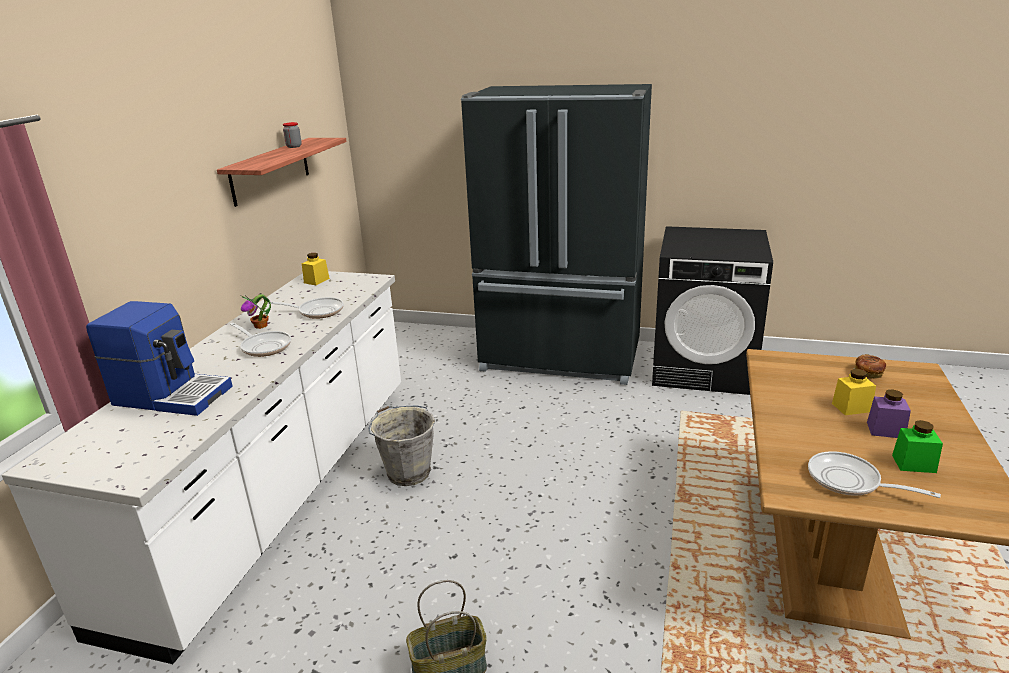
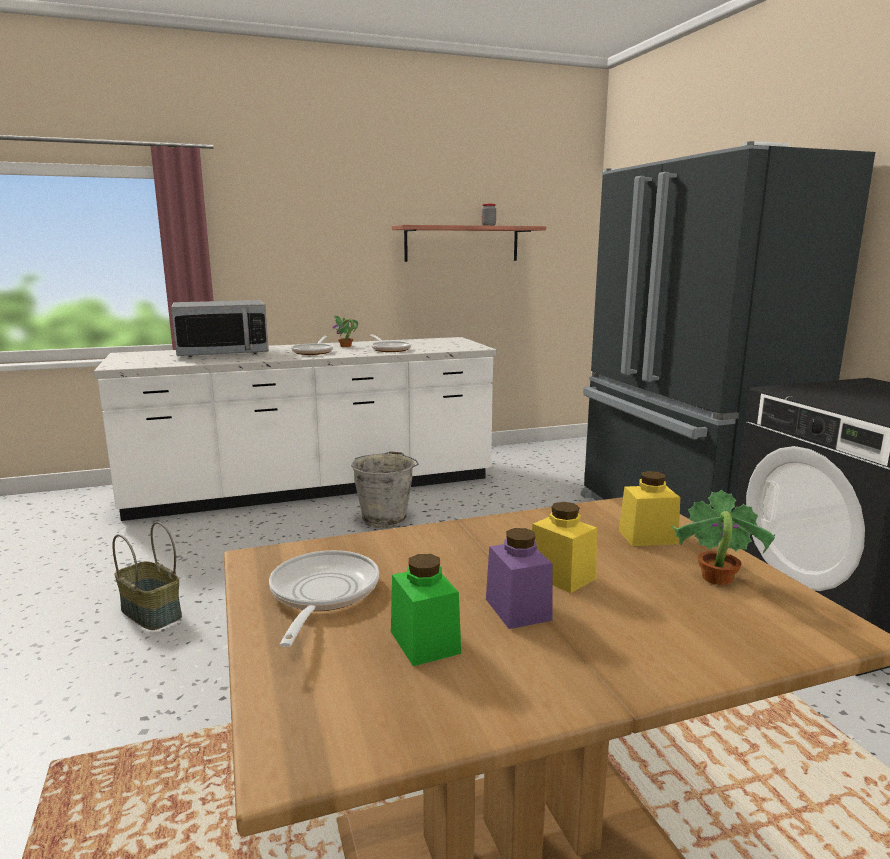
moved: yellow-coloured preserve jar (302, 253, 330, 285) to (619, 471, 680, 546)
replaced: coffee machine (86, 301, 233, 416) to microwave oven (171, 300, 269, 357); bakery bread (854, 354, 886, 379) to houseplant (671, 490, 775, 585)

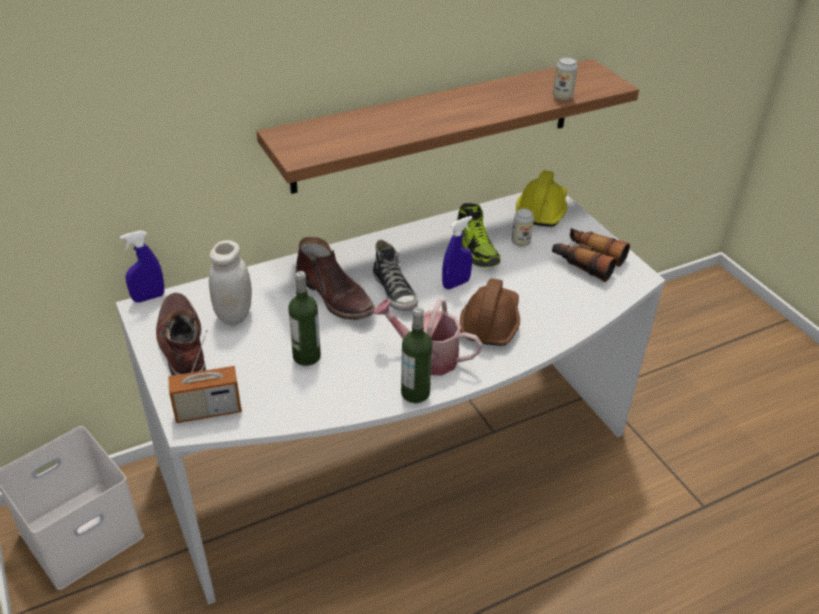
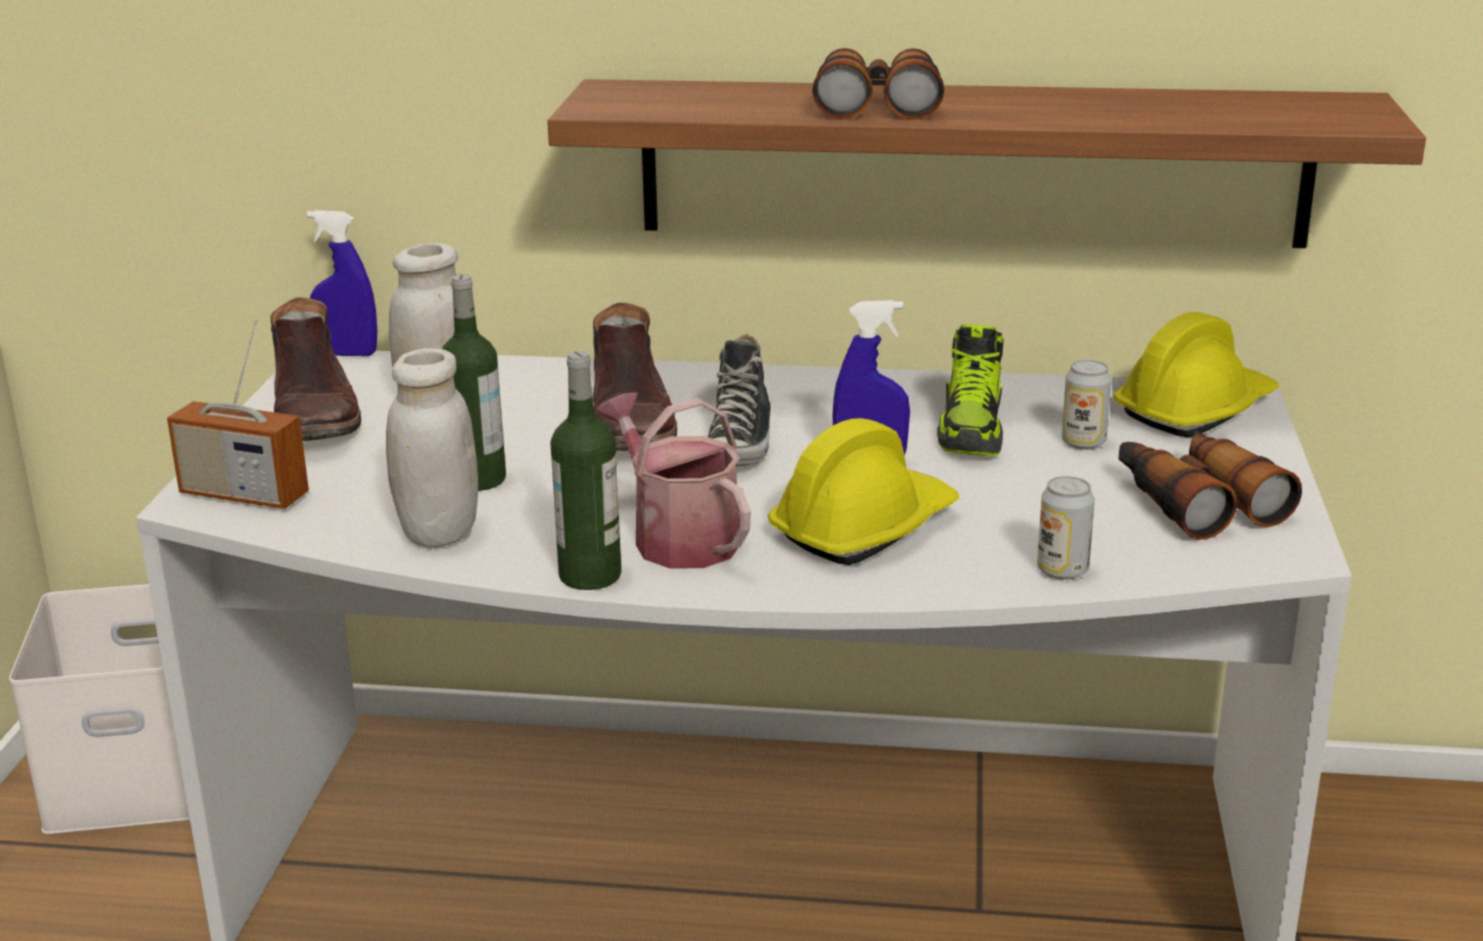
added: field glasses (813, 48, 944, 120); white preserve jar (386, 348, 478, 547)
moved: metal can (553, 57, 578, 100) to (1037, 476, 1095, 580)
recoloured: brown-coloured hard hat (460, 279, 520, 346) to yellow-coloured hard hat (768, 418, 959, 565)
turned: brown-coloured high-top boot (156, 293, 206, 376) = (270, 297, 361, 441) 150 degrees clockwise

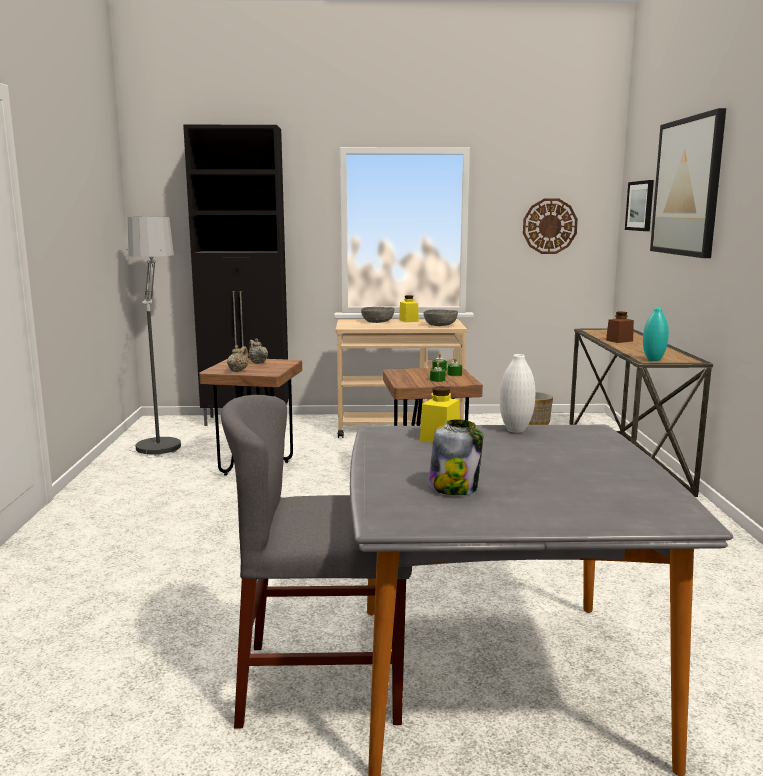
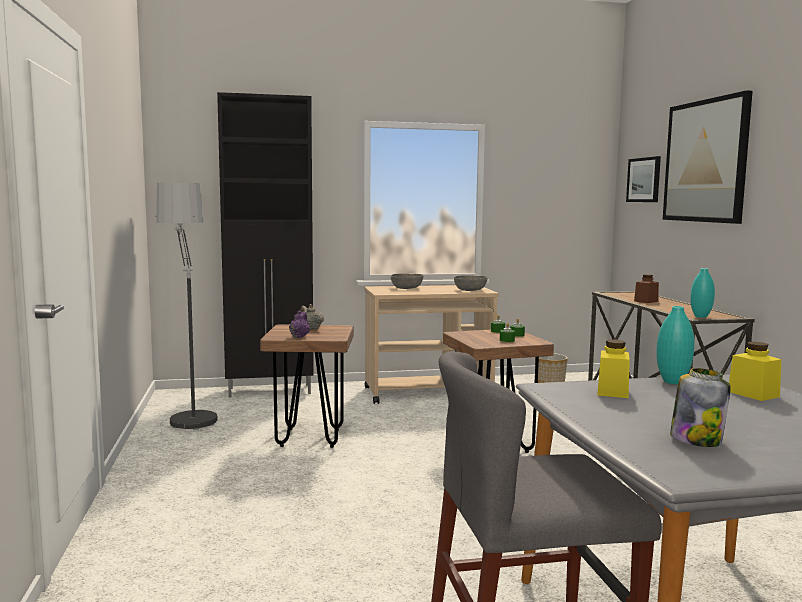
removed: clock on the wall (523, 198, 578, 254)
moved: yellow-coloured preserve jar (399, 295, 419, 322) to (729, 342, 781, 401)
recoloured: sand-coloured pot for tea (227, 345, 248, 372) to purple-coloured pot for tea (289, 310, 310, 338); white flower vase (500, 354, 535, 433) to turquoise-coloured flower vase (656, 306, 694, 384)

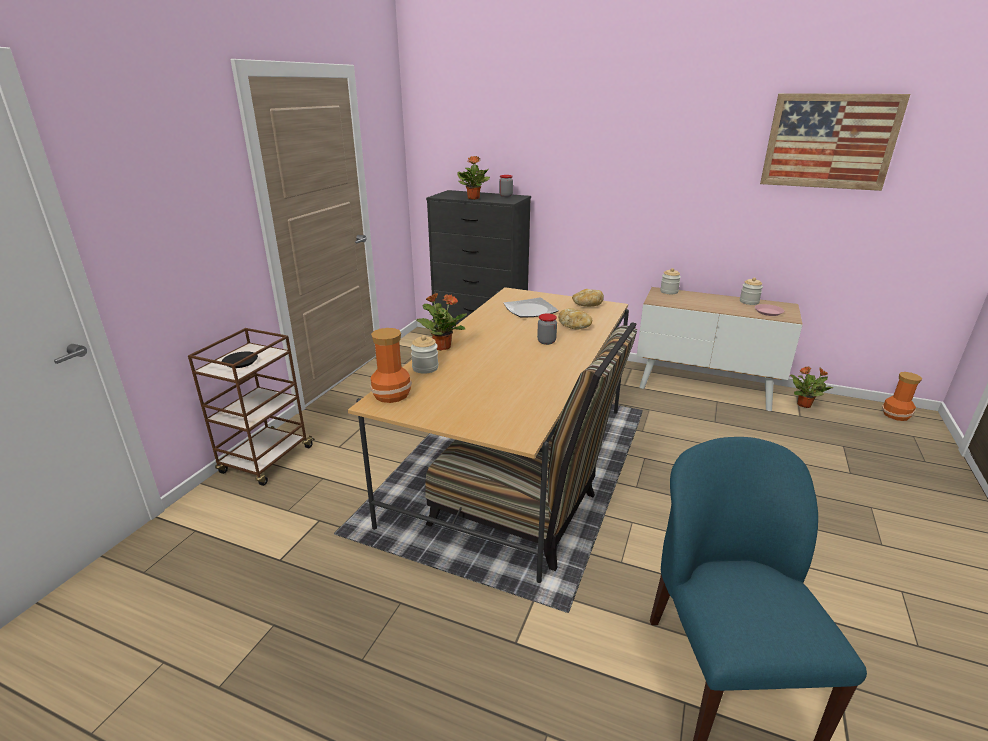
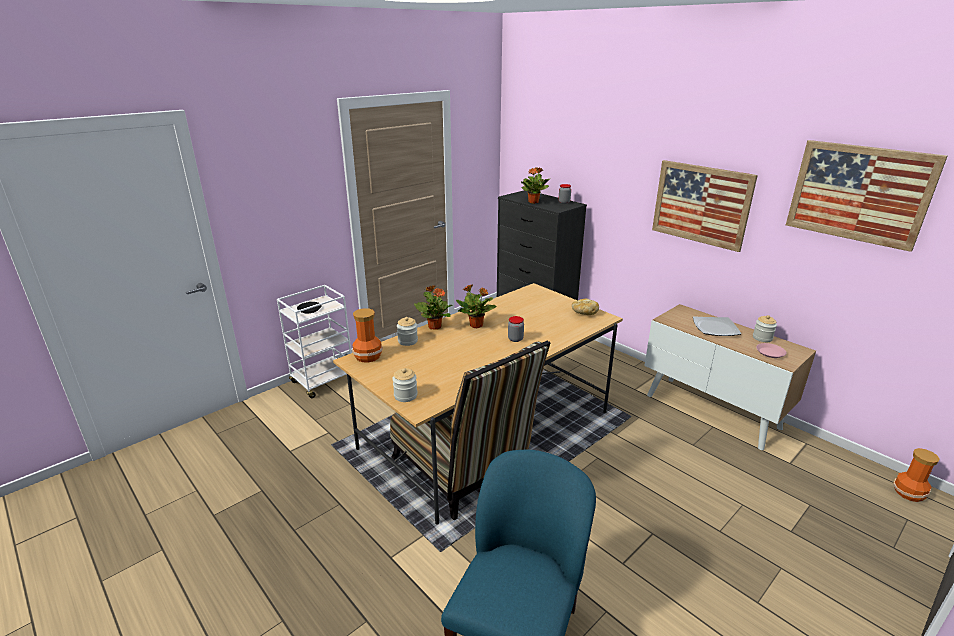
removed: bakery bread (558, 308, 592, 330)
added: wall picture (652, 160, 758, 252)
moved: preserve jar (660, 268, 681, 294) to (392, 368, 417, 402); flat dish (504, 297, 559, 318) to (693, 316, 741, 336); houseplant (790, 366, 833, 408) to (456, 284, 497, 328)
recoloured: brown-coloured trolley (188, 328, 315, 486) to white trolley (277, 285, 351, 398)

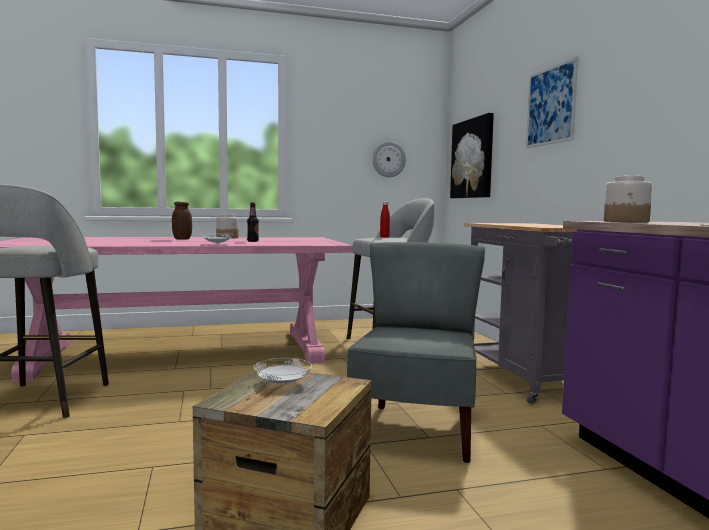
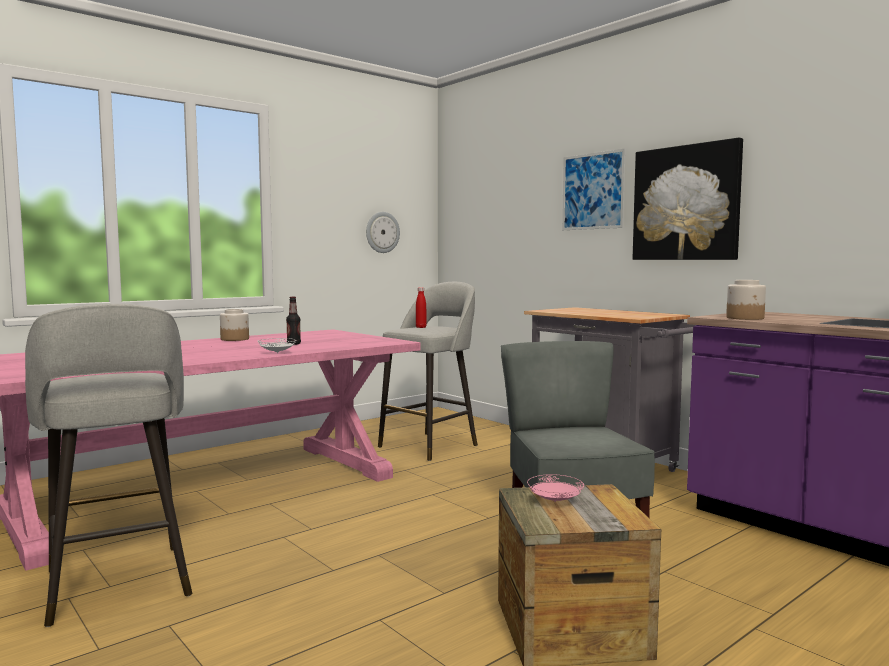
removed: brown-coloured preserve jar (172, 202, 192, 240)
moved: wall picture (450, 113, 494, 198) to (633, 138, 743, 260)
recoloured: white flat dish (254, 358, 312, 385) to pink flat dish (527, 474, 584, 502)

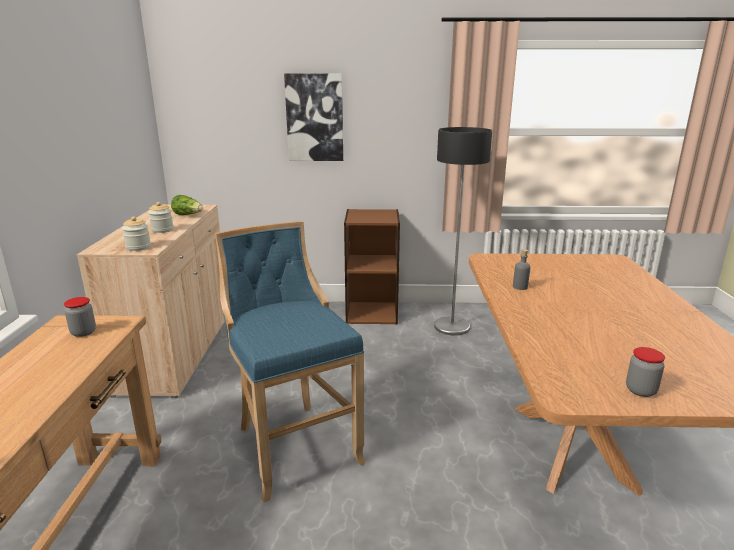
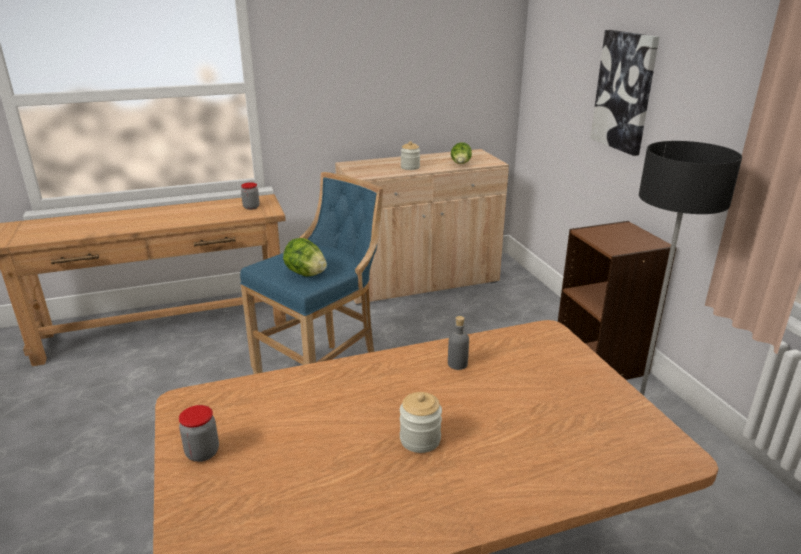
added: lettuce (283, 238, 327, 277)
moved: preserve jar (122, 216, 151, 251) to (400, 392, 442, 453)

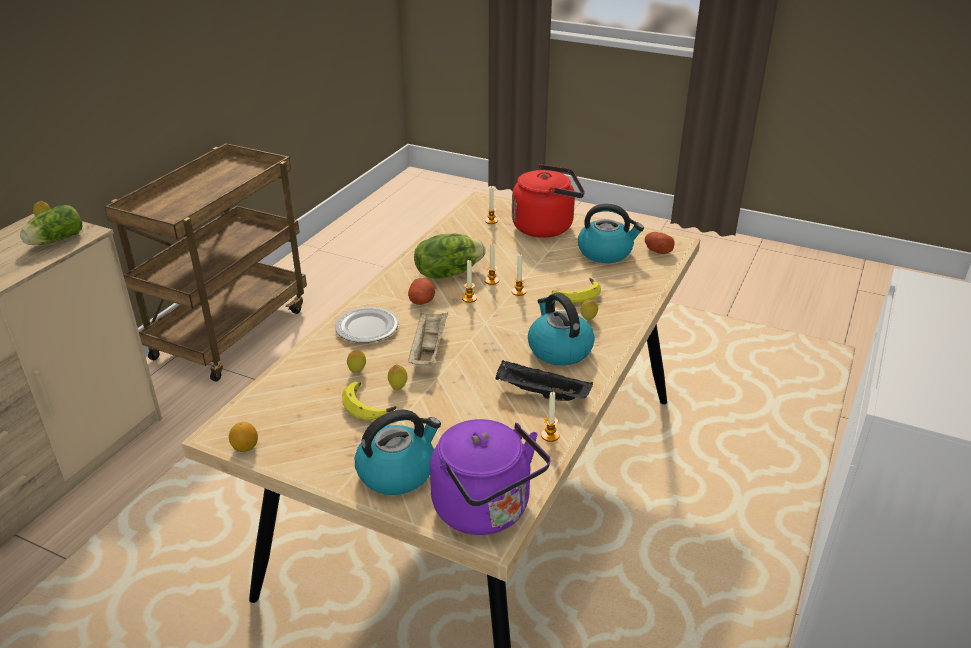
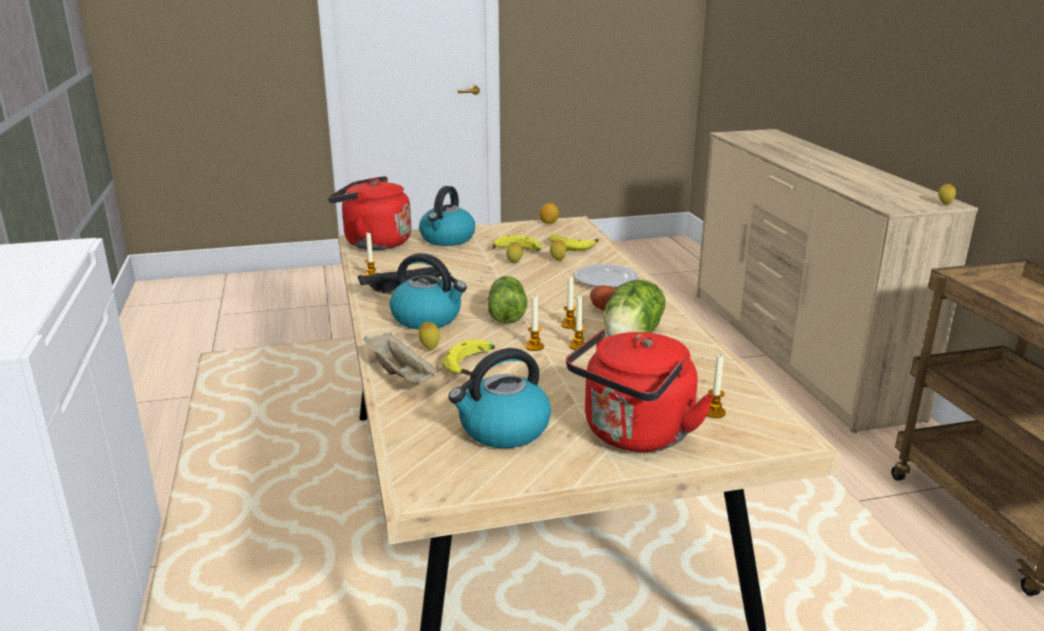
removed: whole potato (645, 232, 675, 254)
added: banana (549, 233, 599, 251)
moved: lettuce (20, 205, 82, 245) to (488, 276, 527, 324); sand-coloured serving tray (408, 312, 448, 365) to (363, 332, 439, 383)
recoloured: purple-coloured kettle (430, 419, 550, 535) to red-coloured kettle (328, 176, 411, 250)

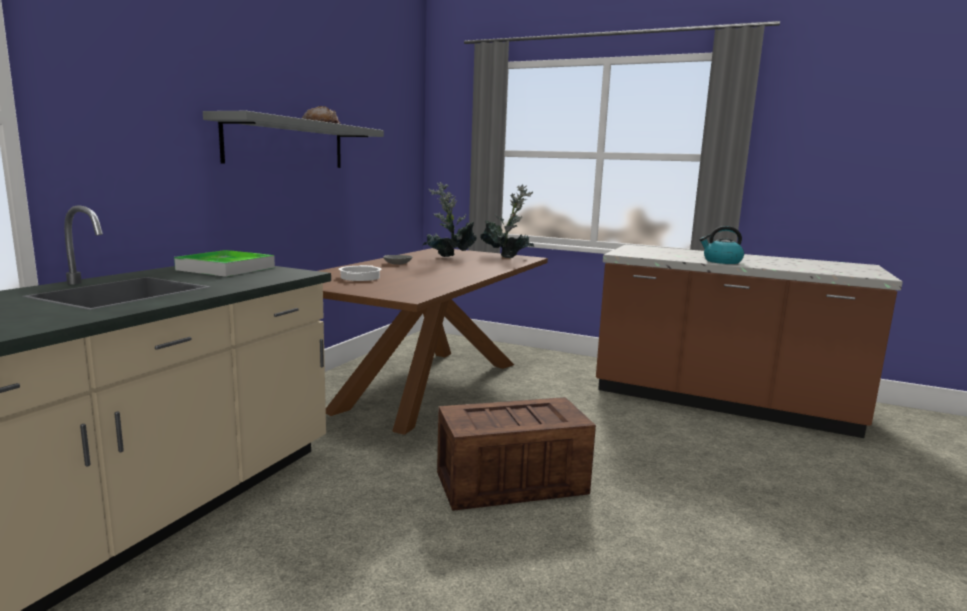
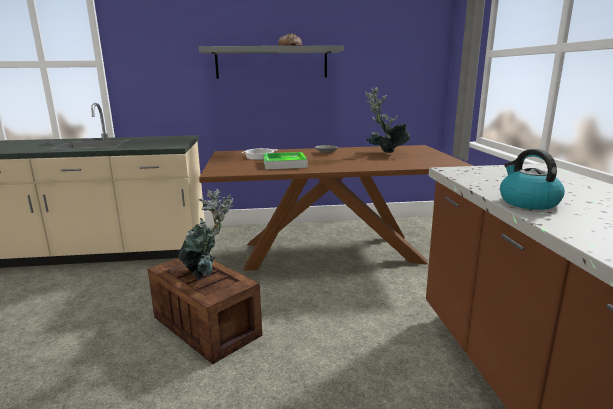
moved: houseplant (480, 185, 534, 258) to (178, 189, 233, 280); serving tray (174, 250, 275, 277) to (263, 152, 308, 170)

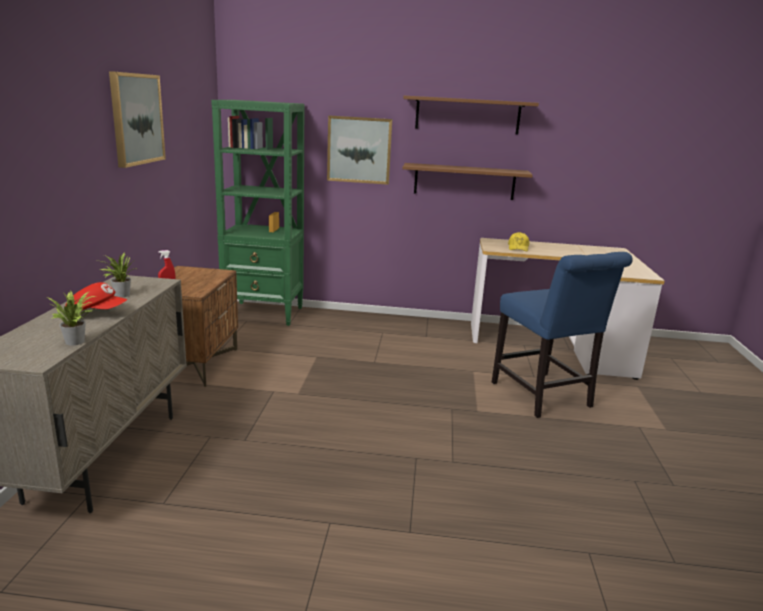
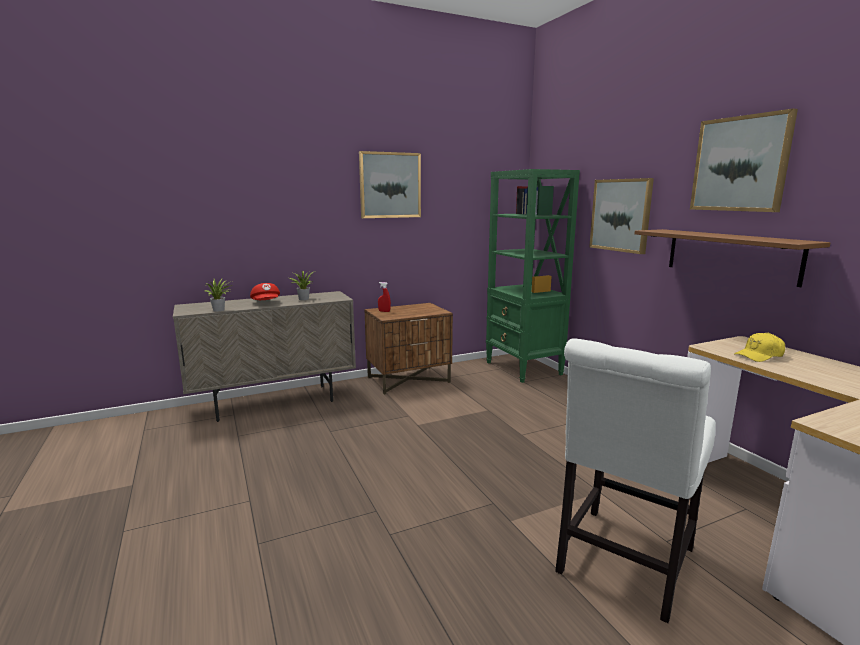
replaced: brown-coloured bracket shelf (403, 96, 539, 134) to wall picture (690, 108, 798, 212)
recoloured: bluish plain chair (492, 252, 633, 418) to white plain chair (555, 338, 716, 623)

